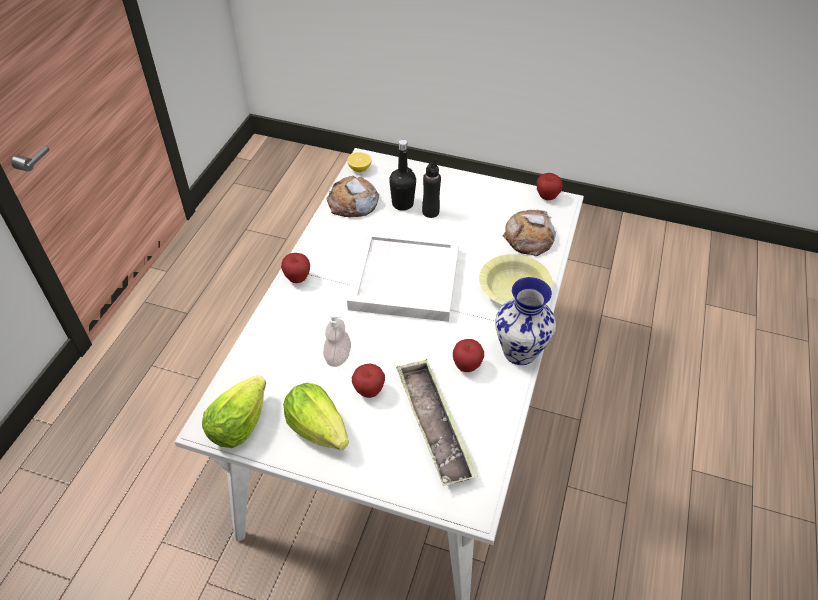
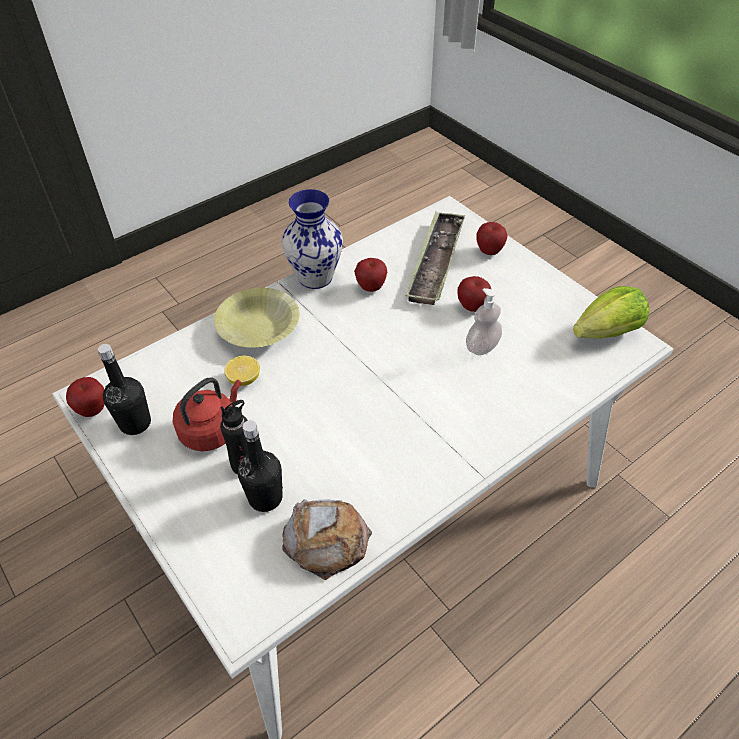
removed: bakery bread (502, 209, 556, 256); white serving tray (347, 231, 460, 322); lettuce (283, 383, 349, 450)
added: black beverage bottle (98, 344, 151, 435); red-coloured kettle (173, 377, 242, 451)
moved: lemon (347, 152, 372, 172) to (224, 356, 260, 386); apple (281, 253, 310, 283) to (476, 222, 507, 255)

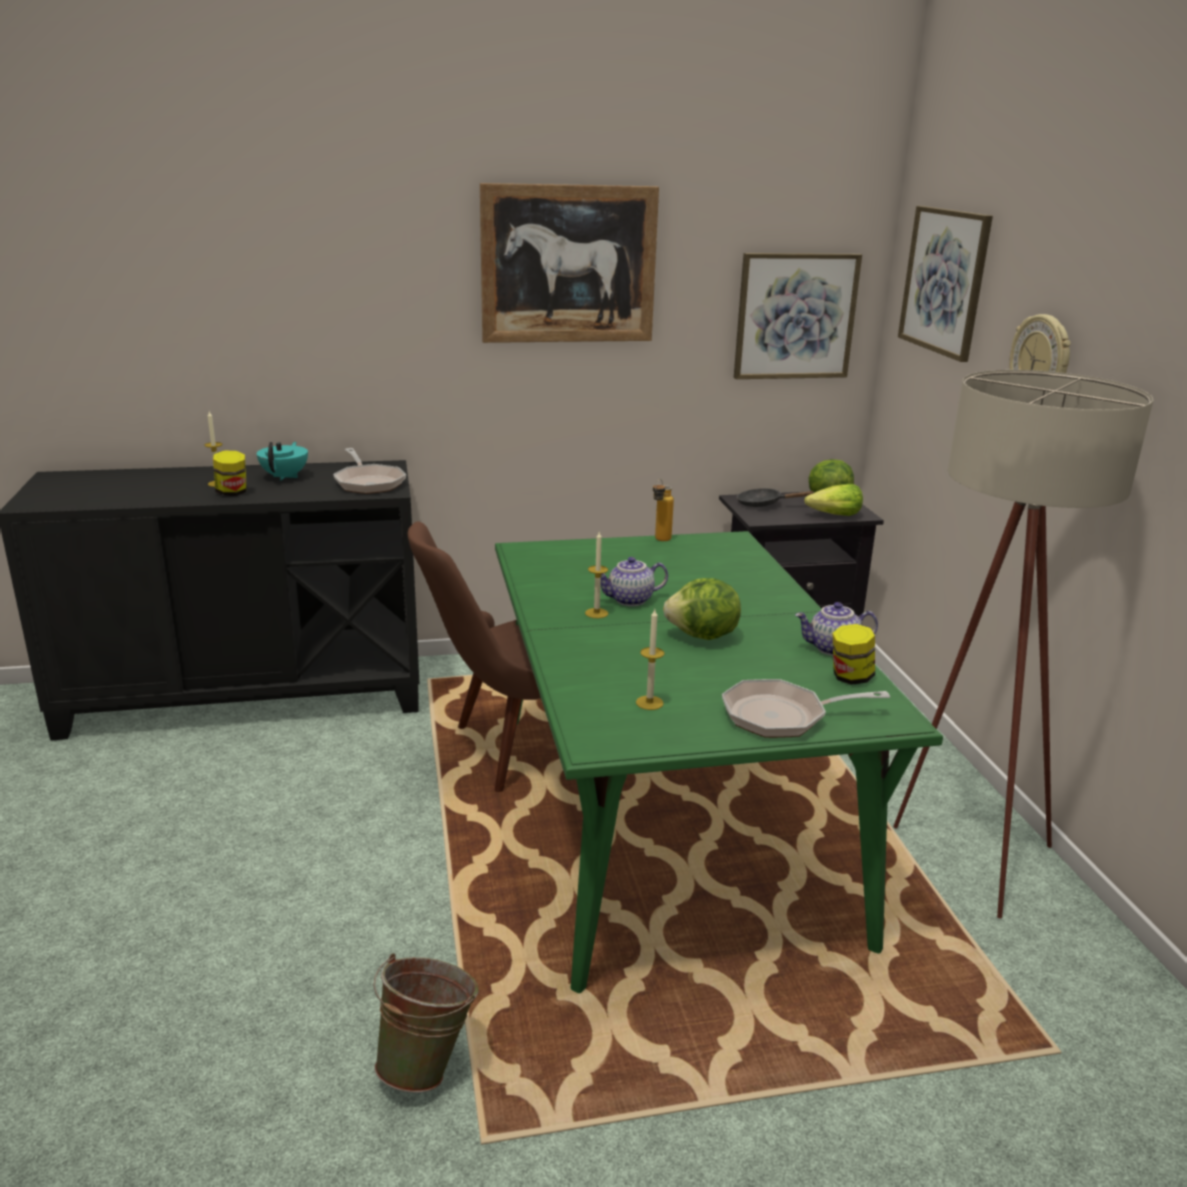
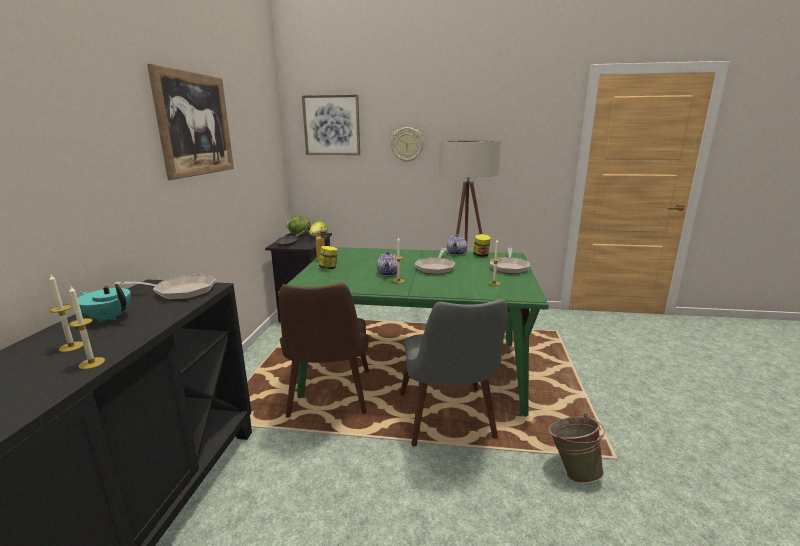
removed: wall picture (734, 253, 862, 379)
added: wax candle (69, 286, 105, 369); gray plain chair (400, 299, 508, 446)
moved: preserve jar (213, 451, 247, 496) to (319, 246, 338, 269)
replaced: lettuce (663, 578, 741, 640) to pan (415, 248, 455, 274)

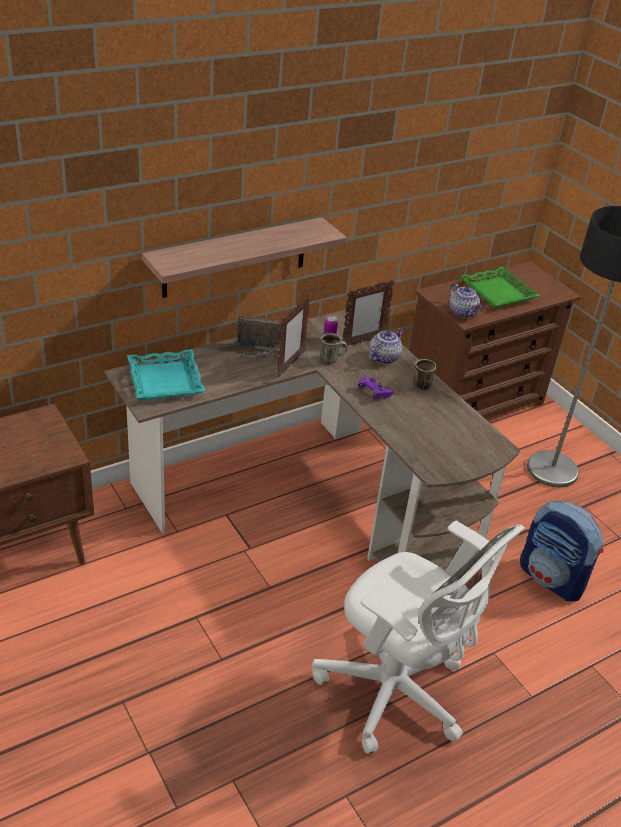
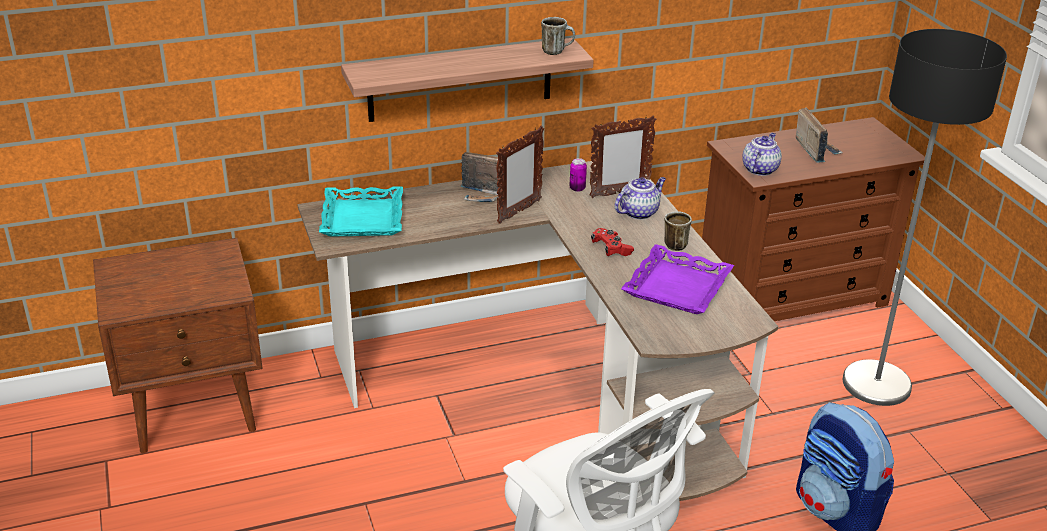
added: purple-coloured serving tray (621, 244, 734, 314)
moved: mug (320, 333, 347, 364) to (541, 17, 575, 55)
replaced: greenish serving tray (460, 267, 540, 308) to radio (796, 107, 842, 163)
recoloured: purple-coloured gamepad (358, 376, 393, 400) to red-coloured gamepad (591, 228, 634, 256)
turned: pot for tea (449, 283, 482, 318) = (742, 133, 782, 176) 135 degrees counterclockwise

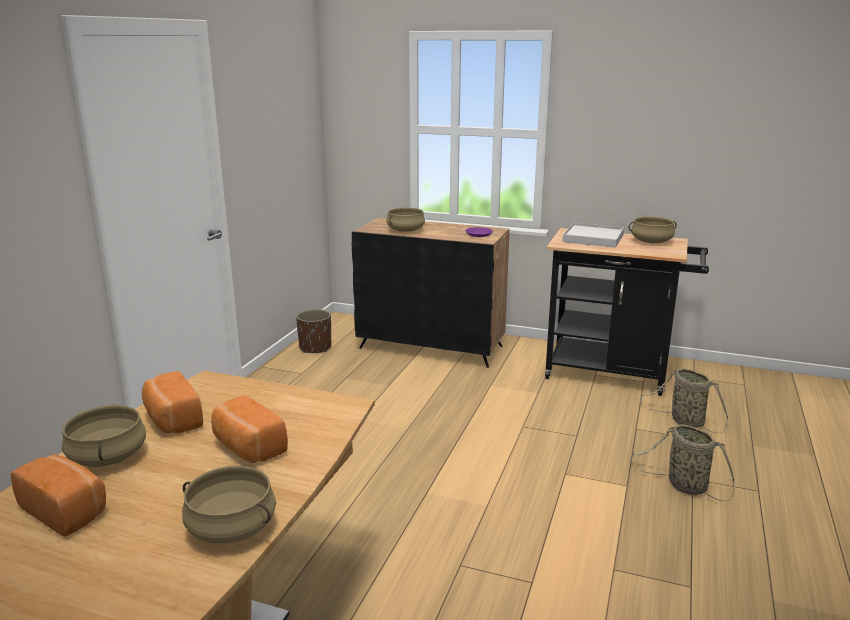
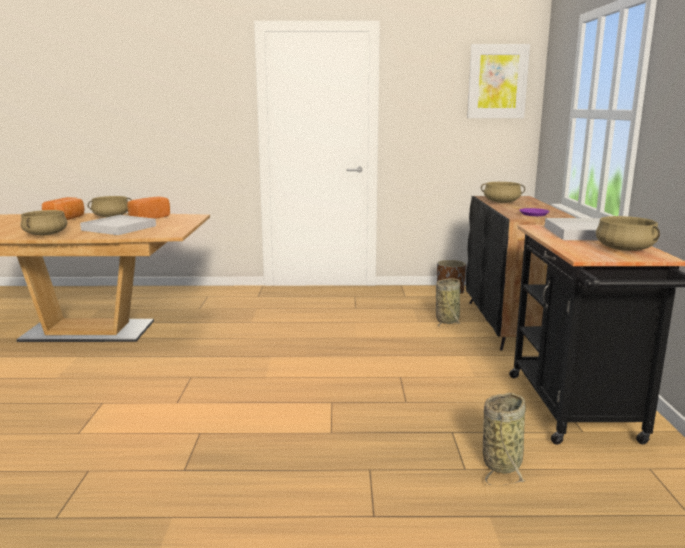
added: wall picture (467, 44, 530, 118)
moved: storage basket (630, 424, 734, 501) to (436, 278, 460, 327)
replaced: bakery bread (211, 395, 288, 463) to white serving tray (80, 215, 156, 235)

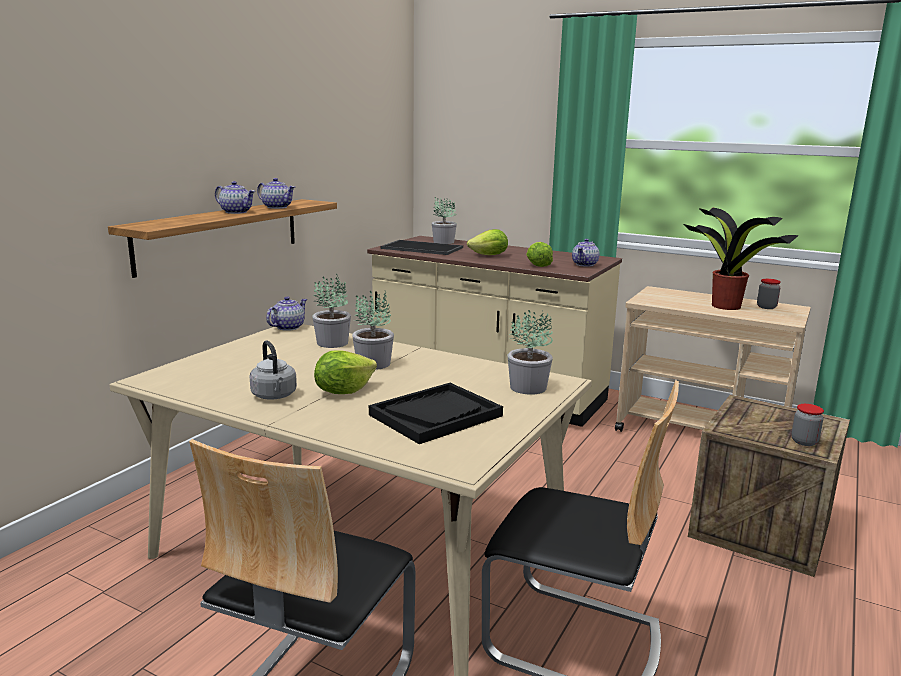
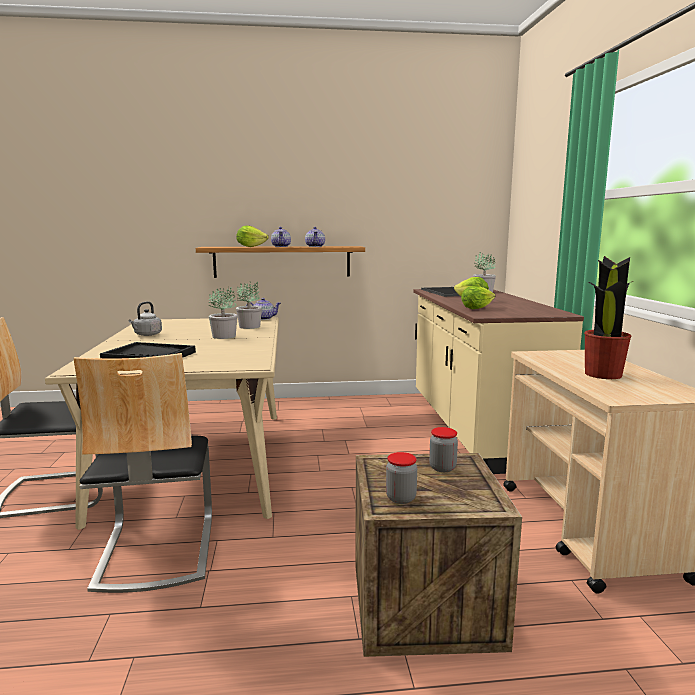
removed: pot for tea (572, 239, 600, 267); houseplant (508, 310, 553, 395)
moved: preserve jar (757, 279, 781, 309) to (429, 427, 458, 472); lettuce (314, 350, 377, 394) to (236, 226, 268, 247)

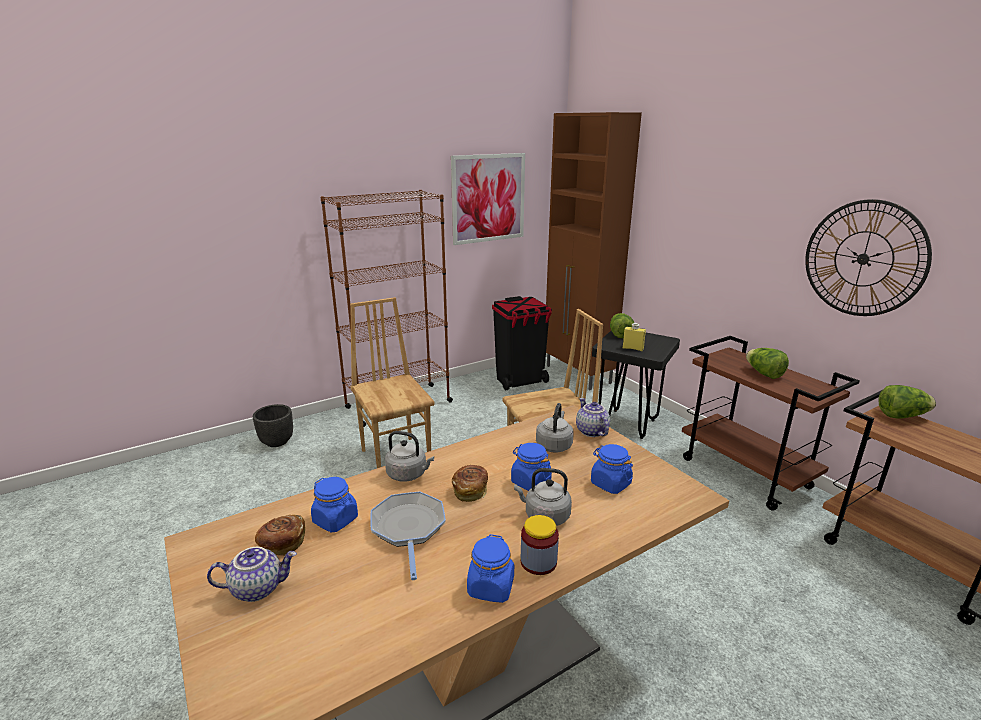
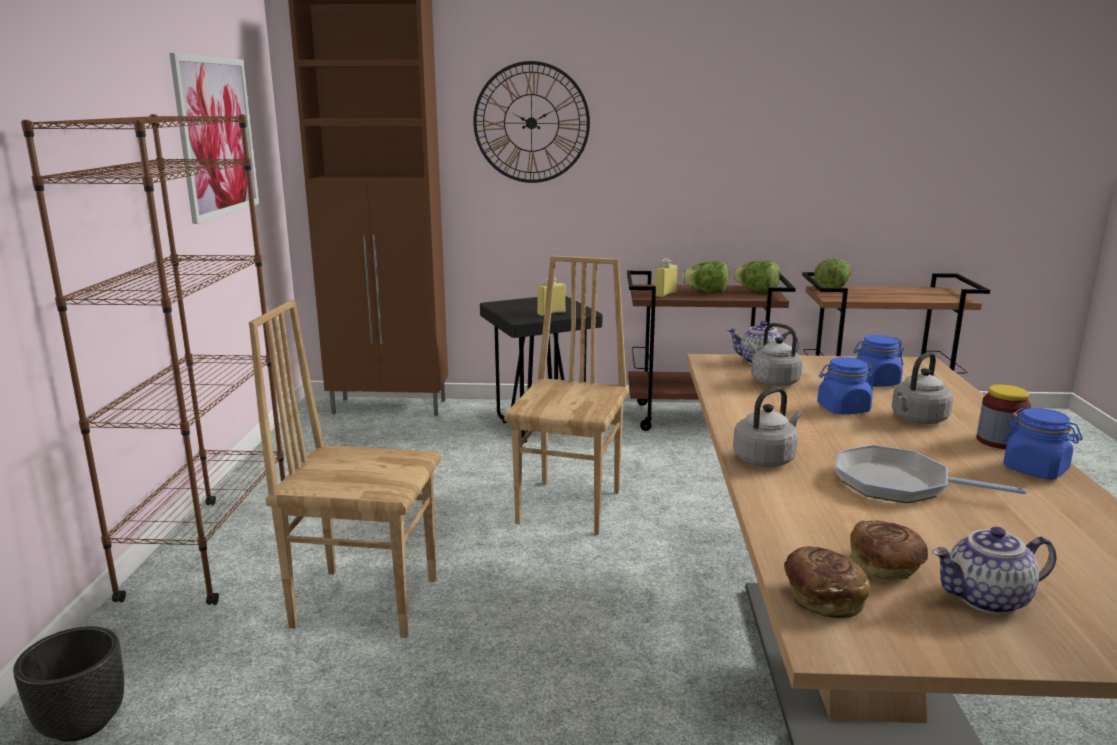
removed: black rubbish bin (492, 296, 552, 390); bluish preserve jar (311, 477, 358, 533)
added: yellow-coloured beverage bottle (654, 259, 678, 297)
moved: clock on the wall (805, 199, 932, 316) to (473, 61, 590, 183); lettuce (610, 313, 634, 338) to (733, 260, 780, 293); bakery bread (452, 465, 488, 502) to (784, 546, 870, 619)
turned: pot for tea (207, 547, 297, 602) = (932, 527, 1057, 615) 120 degrees counterclockwise

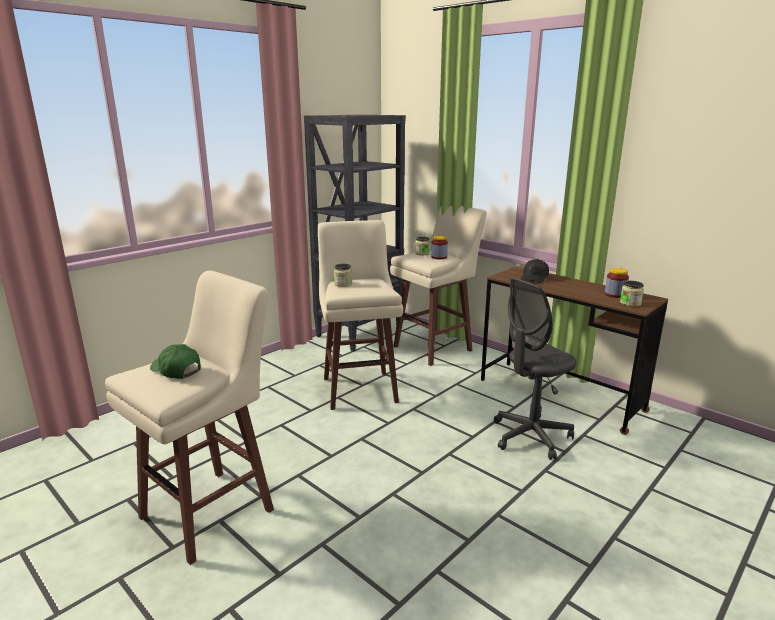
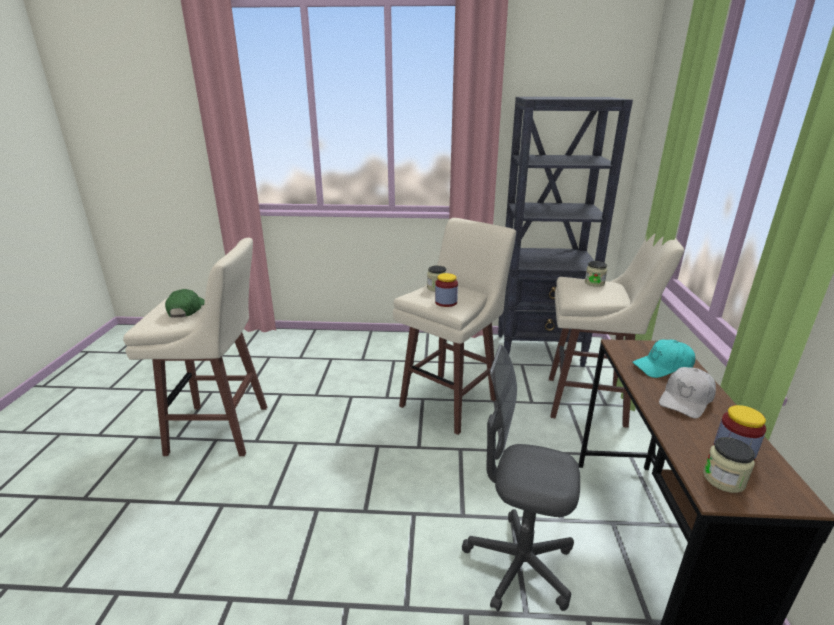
added: white baseball cap (659, 367, 716, 418)
moved: preserve jar (431, 236, 448, 259) to (435, 273, 458, 307)
recoloured: black baseball cap (521, 259, 549, 283) to turquoise-coloured baseball cap (632, 339, 695, 378)

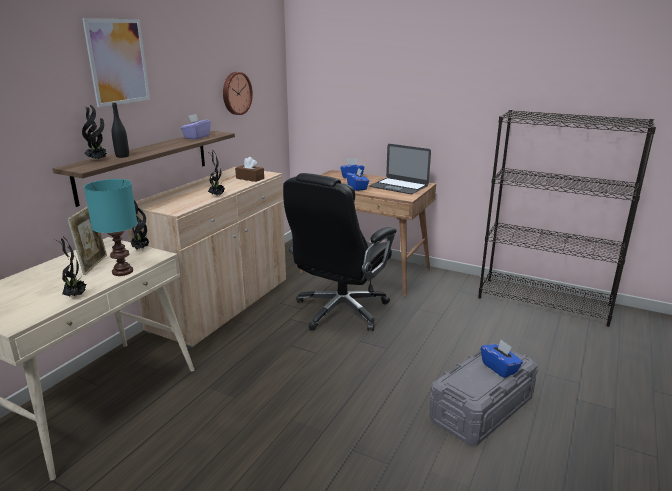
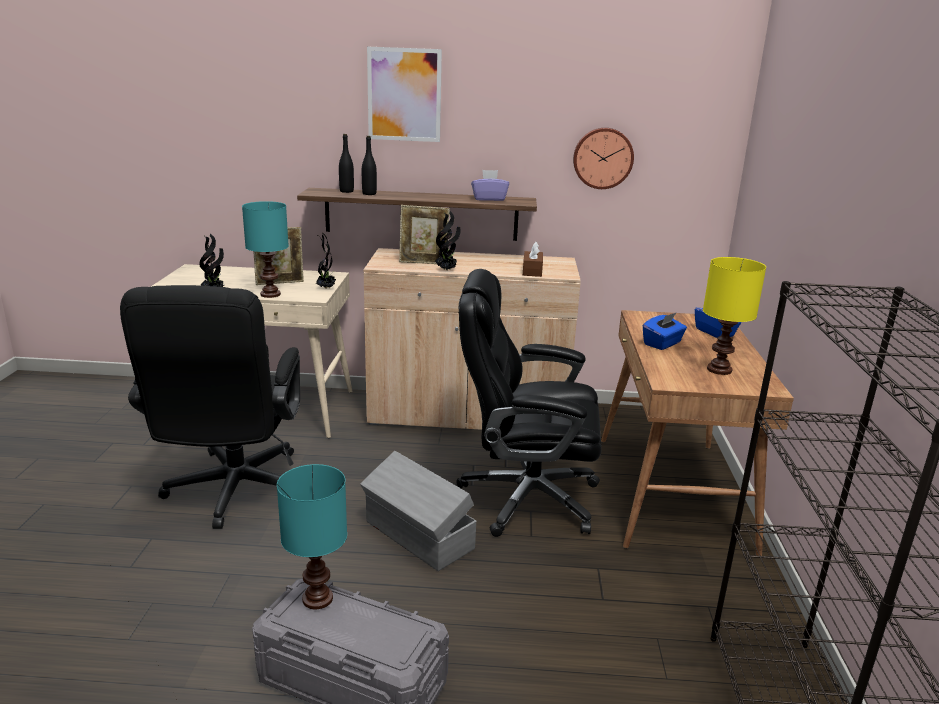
removed: bluish box of tissues (481, 340, 523, 378)
added: standing frame (399, 205, 450, 264); black desk chair (120, 285, 300, 529); gray storage bin (360, 451, 476, 571); turquoise-coloured lamp for a table (277, 464, 347, 609)
replaced: houseplant (82, 105, 107, 160) to black beverage bottle (339, 134, 354, 193); laptop (369, 144, 431, 194) to yellow-coloured lamp for a table (703, 257, 766, 375)

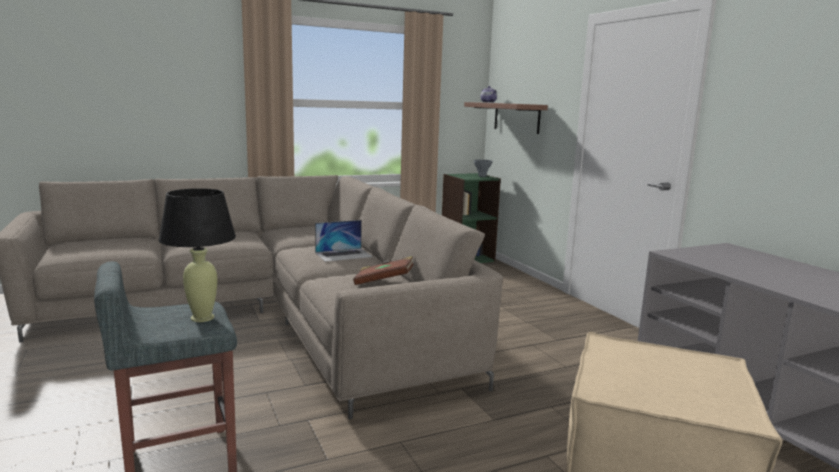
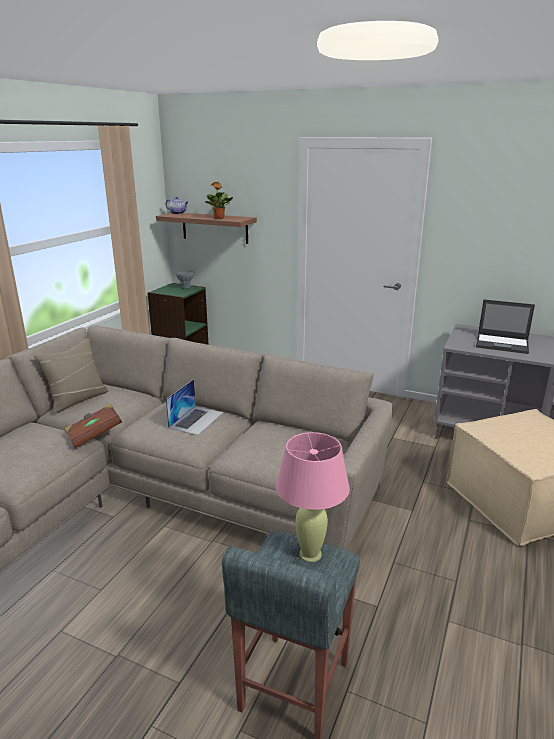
added: houseplant (205, 182, 233, 219); laptop (476, 299, 535, 354); sand-coloured throw pillow (34, 338, 108, 413)
moved: brown-coloured bound book (353, 256, 413, 285) to (64, 404, 122, 448)
recoloured: black lamp for a table (158, 188, 236, 322) to pink lamp for a table (276, 432, 350, 562)

